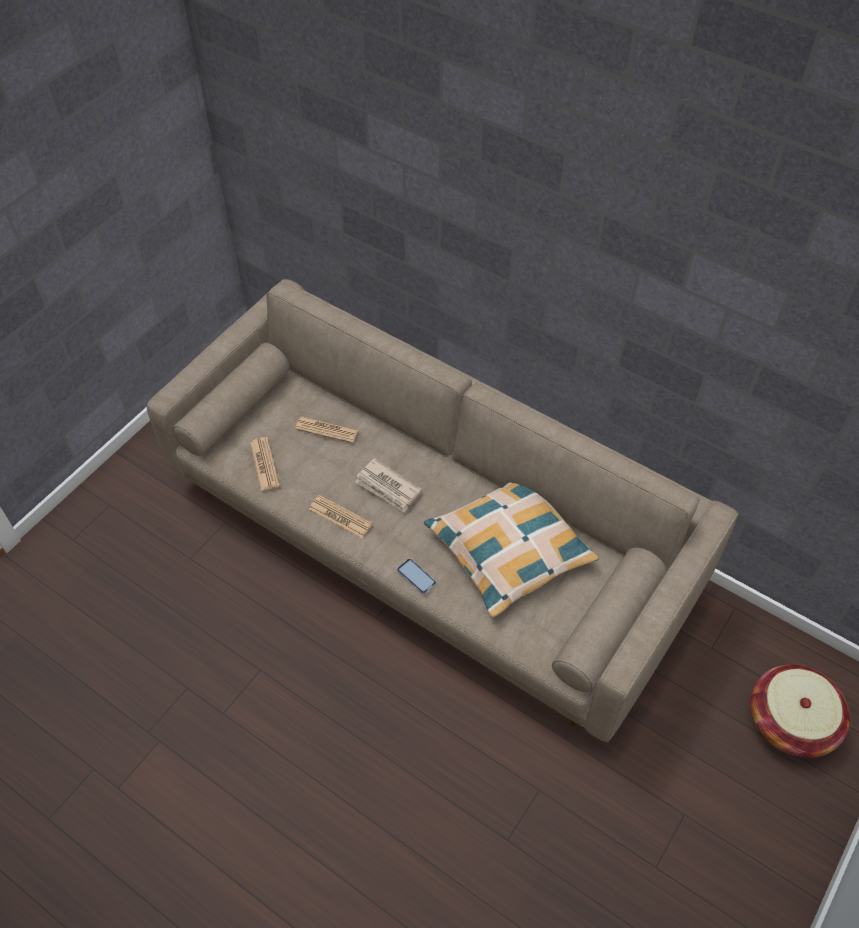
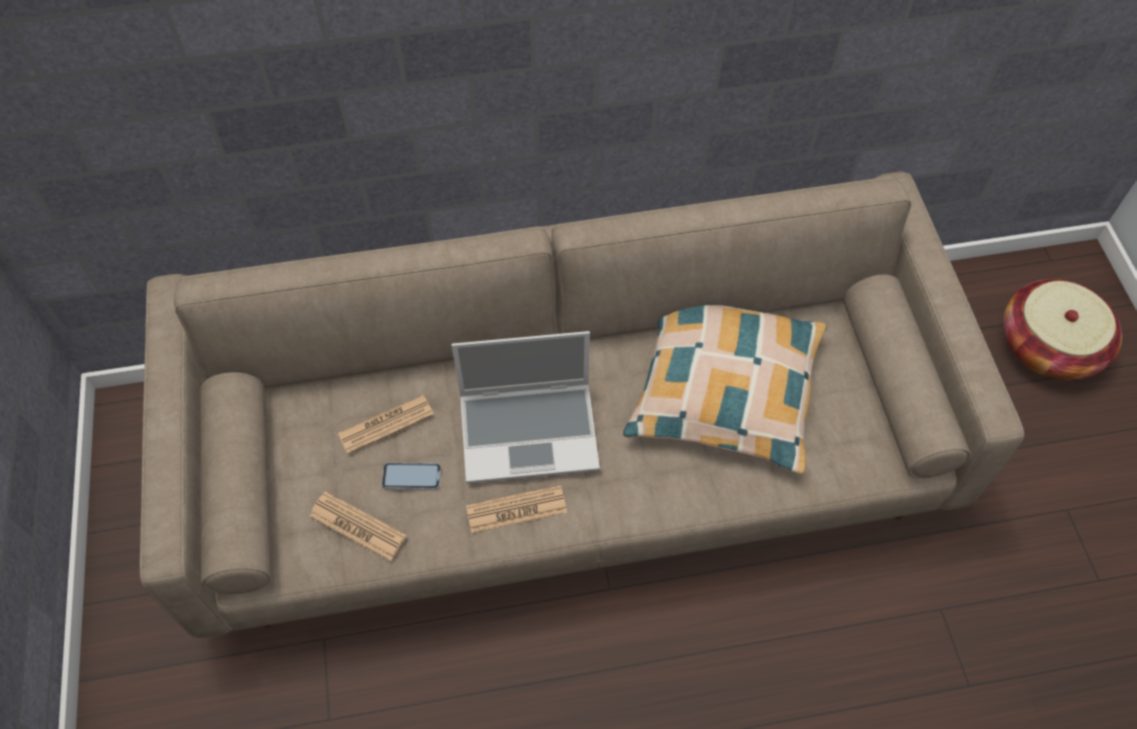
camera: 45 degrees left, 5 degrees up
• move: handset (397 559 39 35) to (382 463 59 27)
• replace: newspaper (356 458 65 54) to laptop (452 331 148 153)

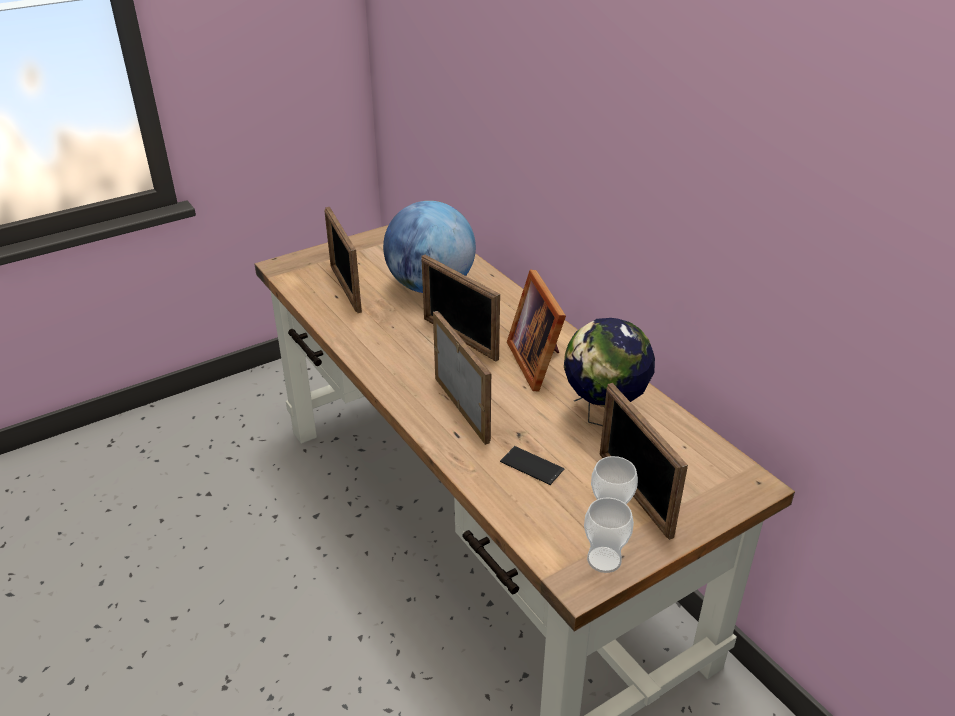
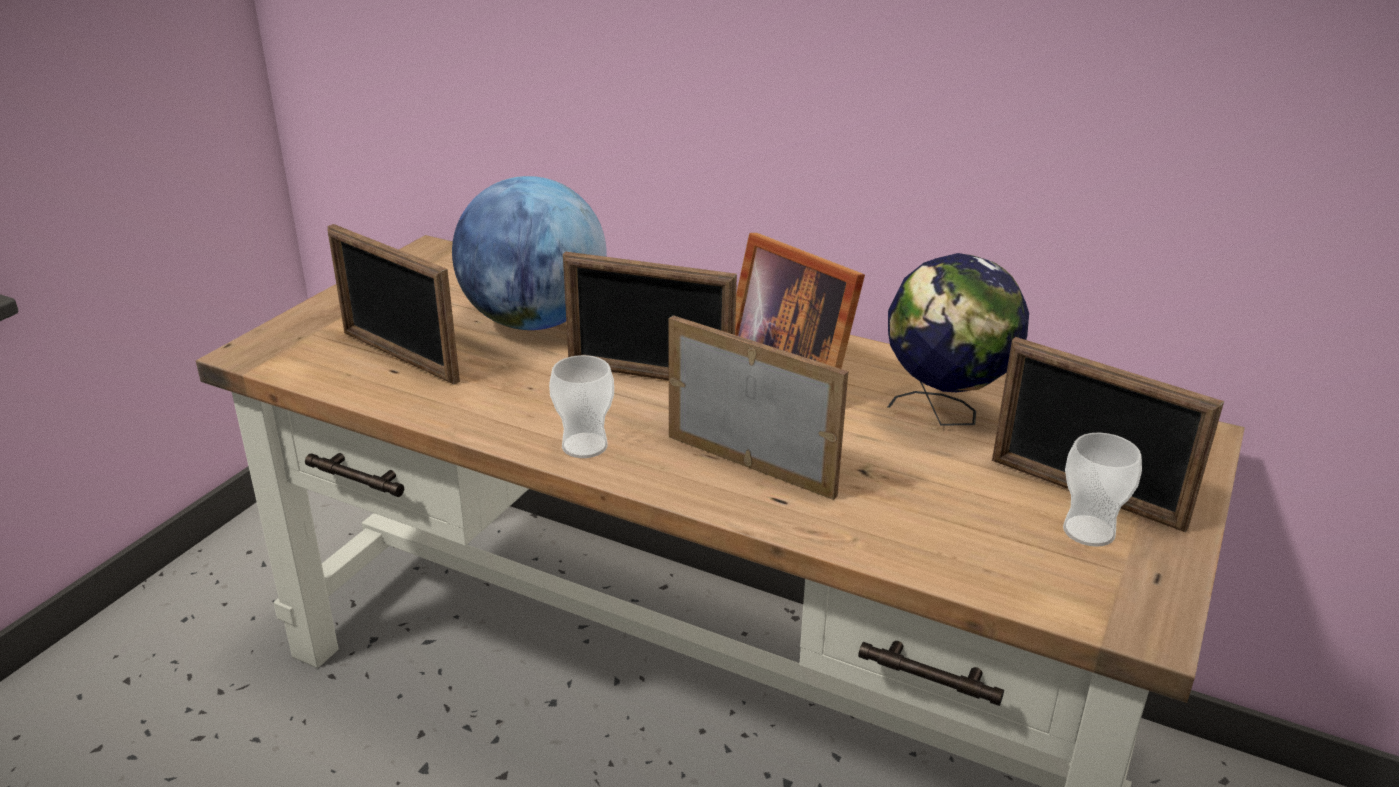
camera: 30 degrees left, 5 degrees down
• move: drinking cup (584 498 50 75) to (549 355 65 103)
• delete: handset (500 446 65 39)

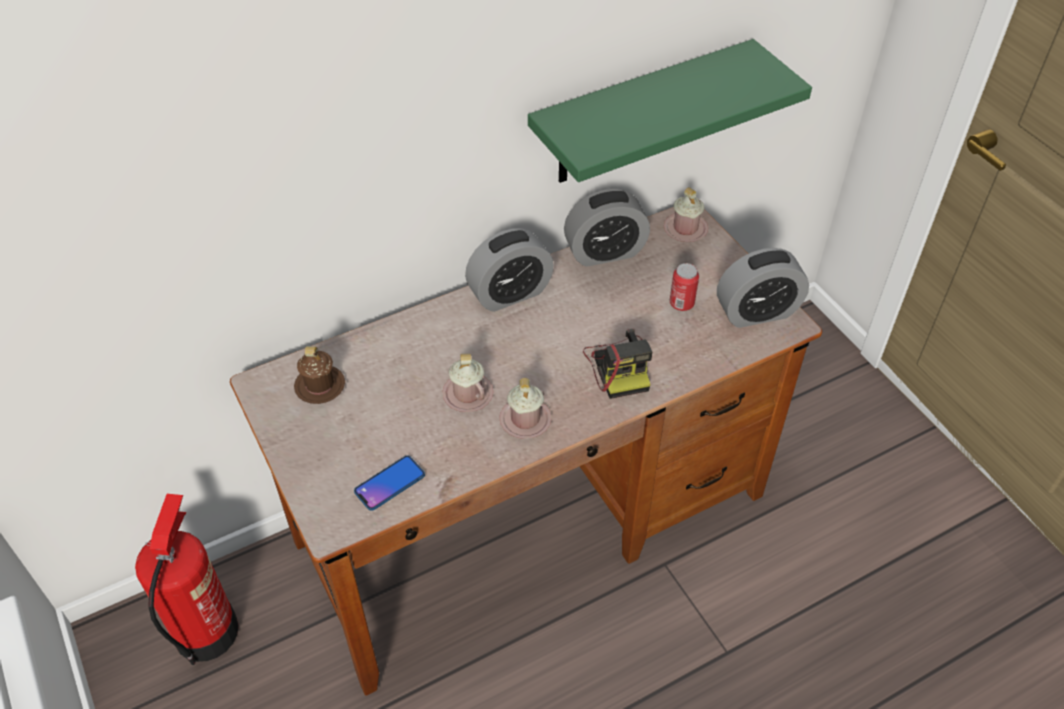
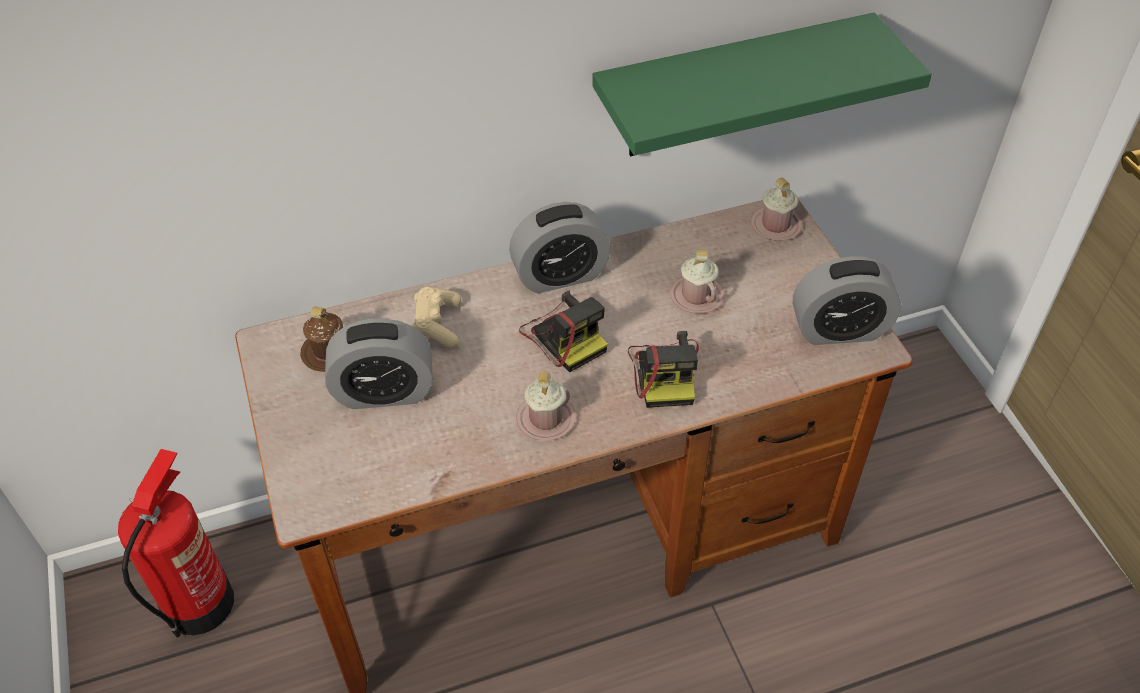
camera: 10 degrees right, 0 degrees up
• move: alarm clock (564 189 86 78) to (325 318 108 91)
• insert: game controller in beige-coloured (412 287 50 63)
• insert: still camera (519 291 89 81)
• move: coffee mug in pinkish (442 354 51 58) to (670 249 54 64)
• delete: handset (354 456 71 55)
• delete: can (670 263 29 48)

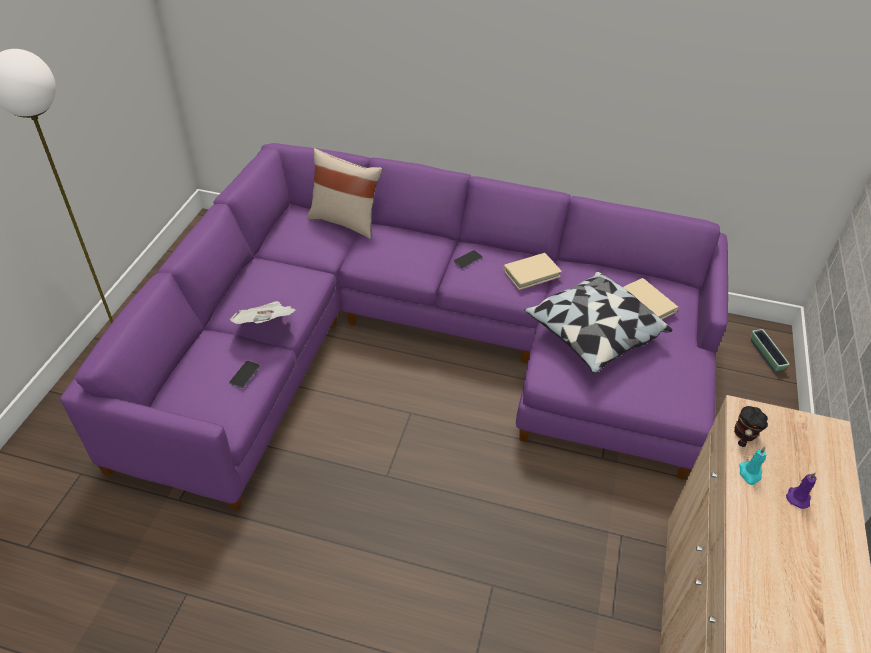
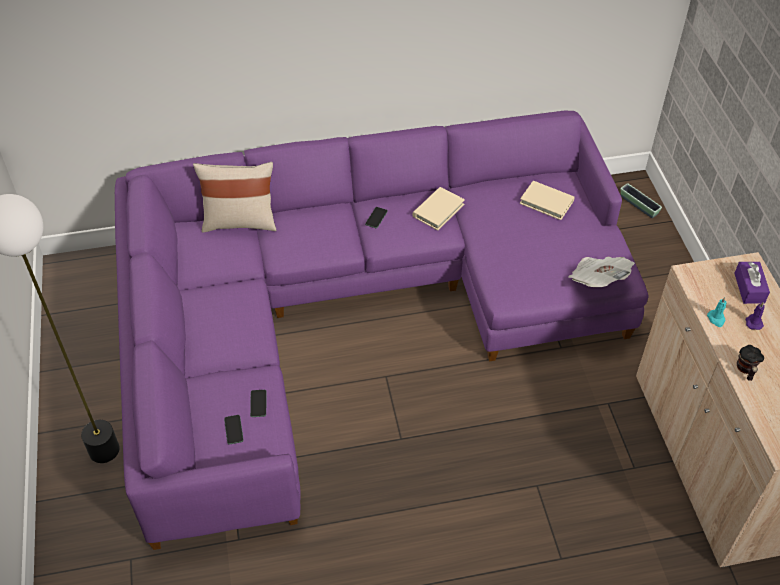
camera: 25 degrees left, 5 degrees up
• insert: handset (224 415 20 30)
• move: newspaper (230 301 66 23) to (568 256 67 31)
• insert: box of tissues in purple-coloured (734 262 36 42)
• move: coffee mug (734 406 34 41) to (737 345 27 36)
• delete: throw pillow (524 272 148 102)

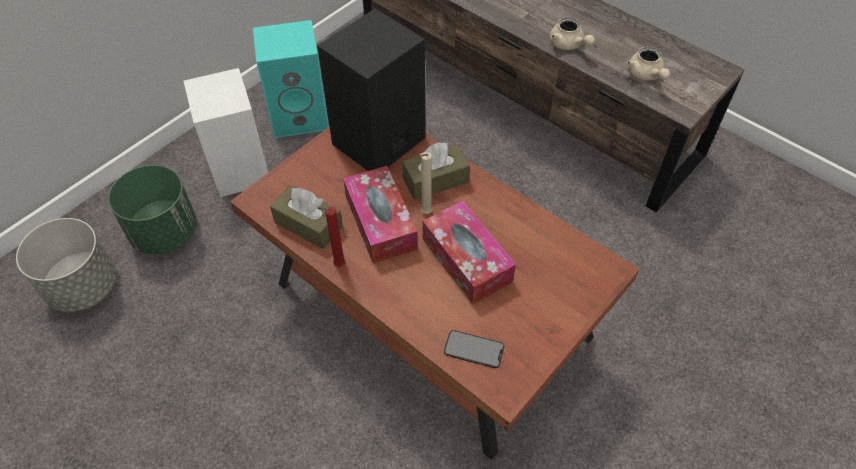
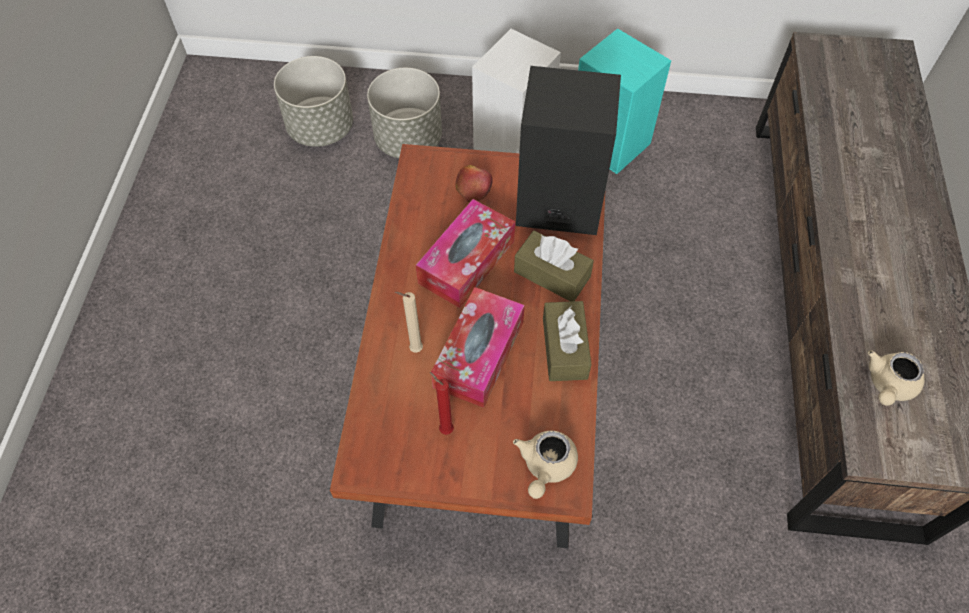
camera: 55 degrees right, 5 degrees up
• recolor: planter in green-coloured (108 165 89 89) to planter in greyish (367 68 75 90)
• move: candle in beige-coloured (421 152 11 62) to (395 292 28 61)
• move: candle in reddish (318 207 28 60) to (430 372 24 63)
• insert: whole apple (455 165 38 38)
• move: tea pot in beige-coloured (549 17 46 33) to (513 430 65 69)
• move: box of tissues in brownish (270 185 73 64) to (543 301 49 80)
• delete: handset (444 330 60 38)

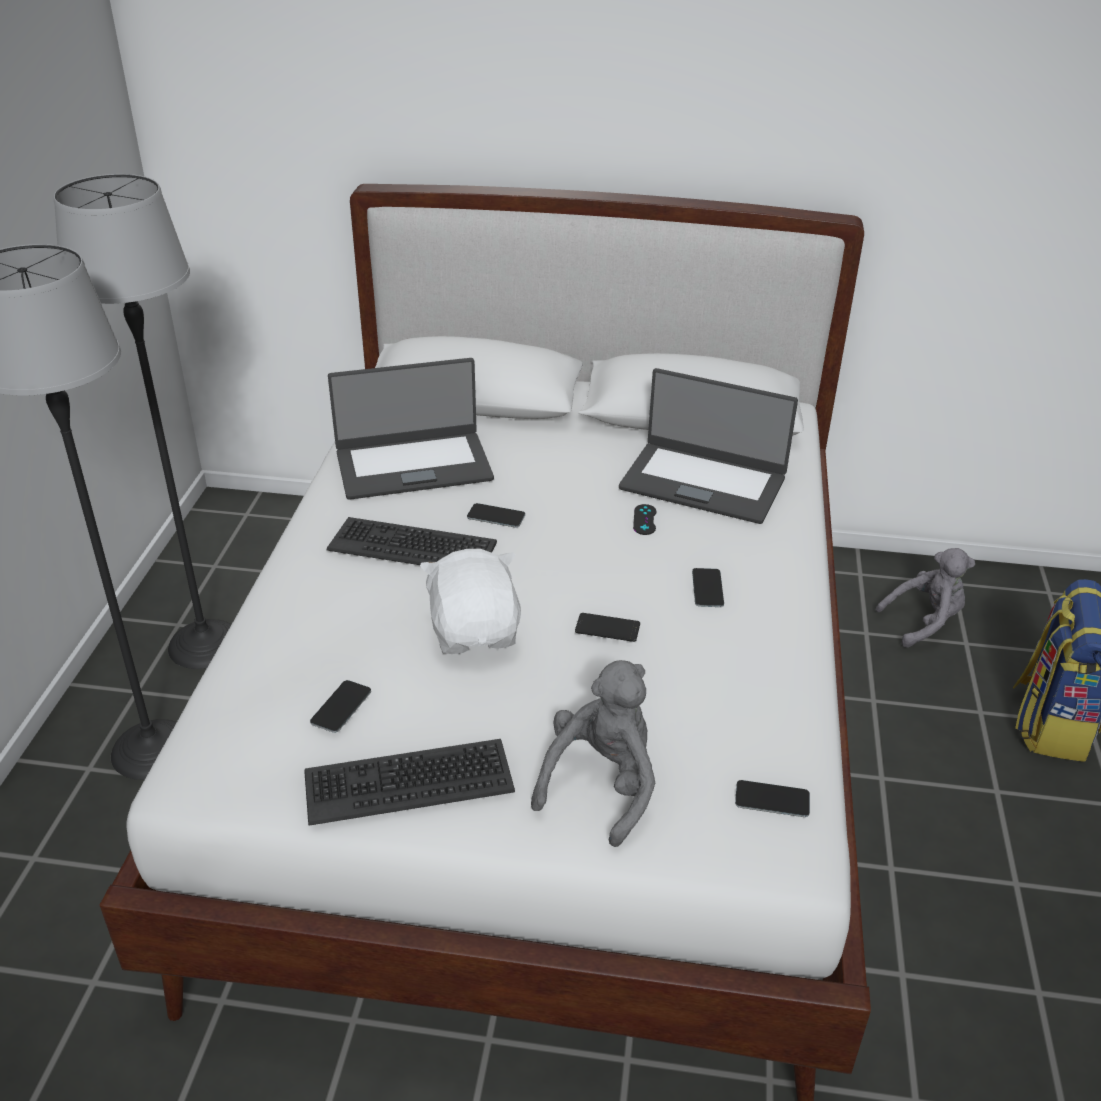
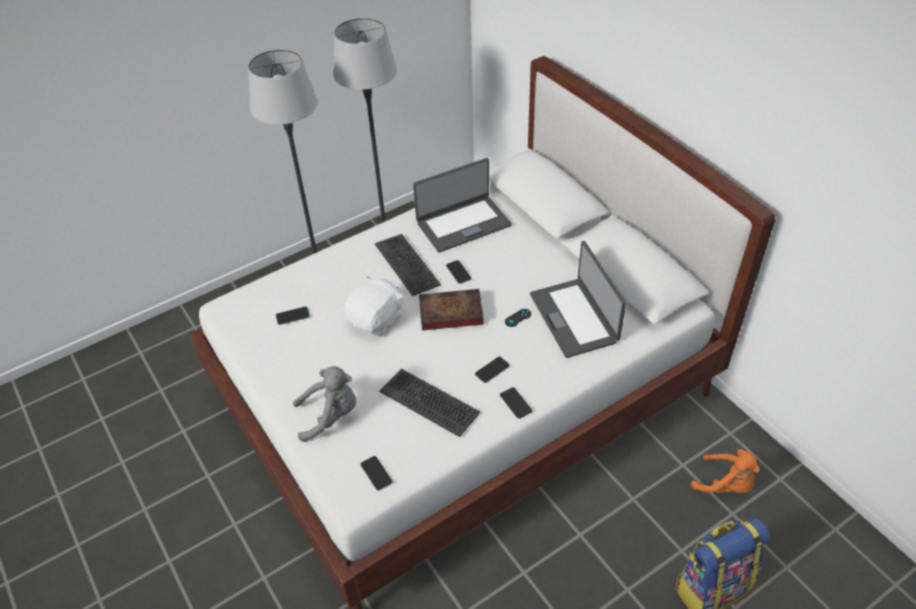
camera: 50 degrees right, 10 degrees up
• move: keyboard (304 739 211 87) to (379 369 101 68)
• rotate: laptop (328 358 166 142) = (413 158 99 94) 60 degrees counterclockwise
• insert: volume (419 289 65 41)
• move: handset (575 613 65 29) to (500 387 32 32)
• recolor: cuddly toy in greyish (876 548 99 100) to cuddly toy in orange-coloured (691 449 69 44)

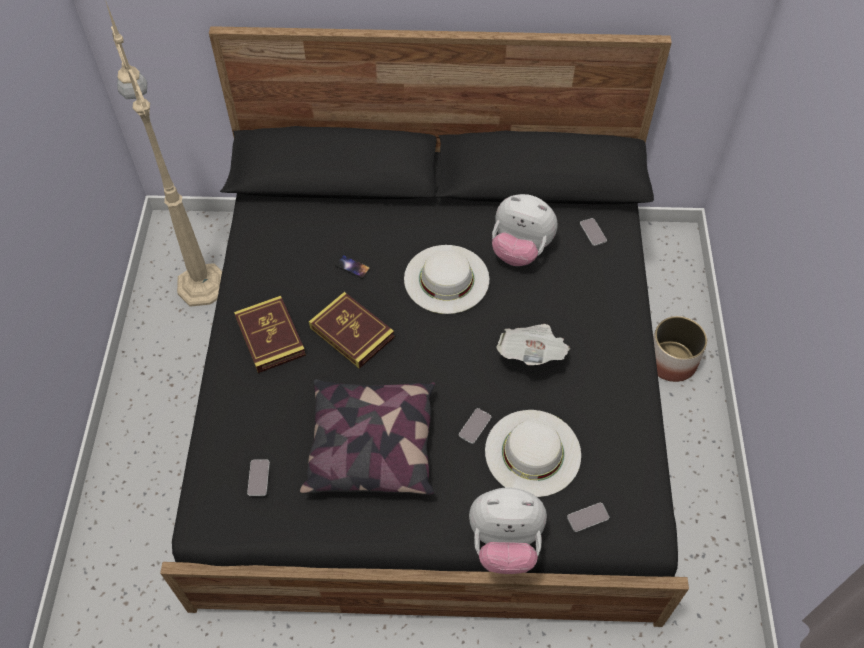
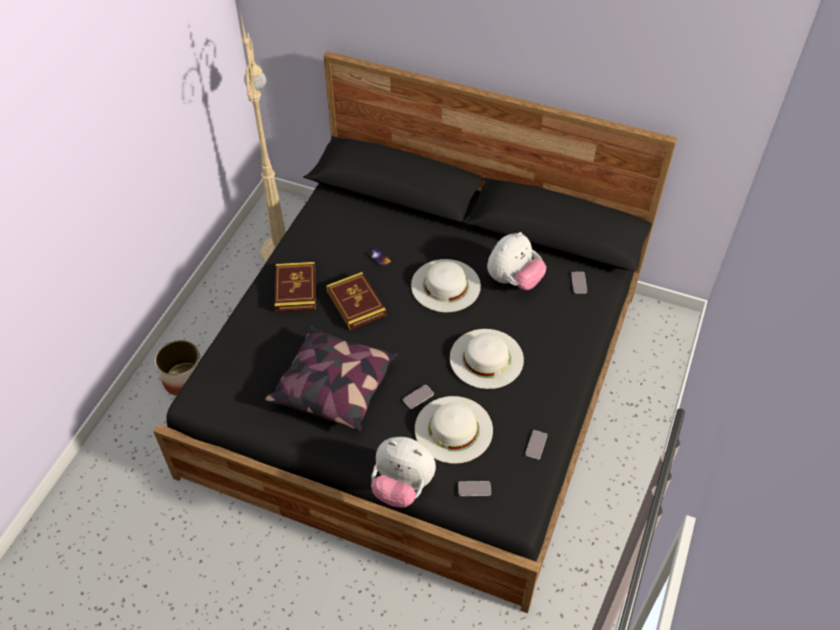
camera: 20 degrees right, 5 degrees down
• move: planter (653 316 54 66) to (155 340 46 56)
• replace: newspaper (496 324 74 41) to clothing hat in whitish (450 329 74 60)
• rotate: cuddly toy (492 194 65 72) = (487 232 59 58) 90 degrees counterclockwise
• move: handset (247 460 23 36) to (525 430 22 30)

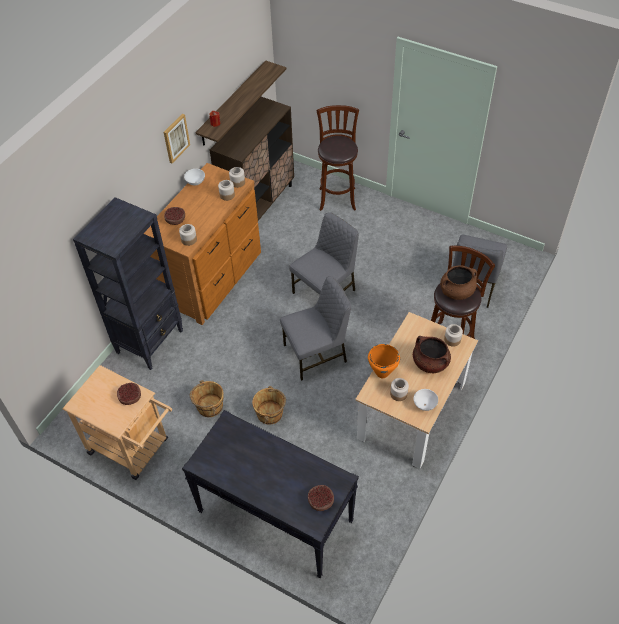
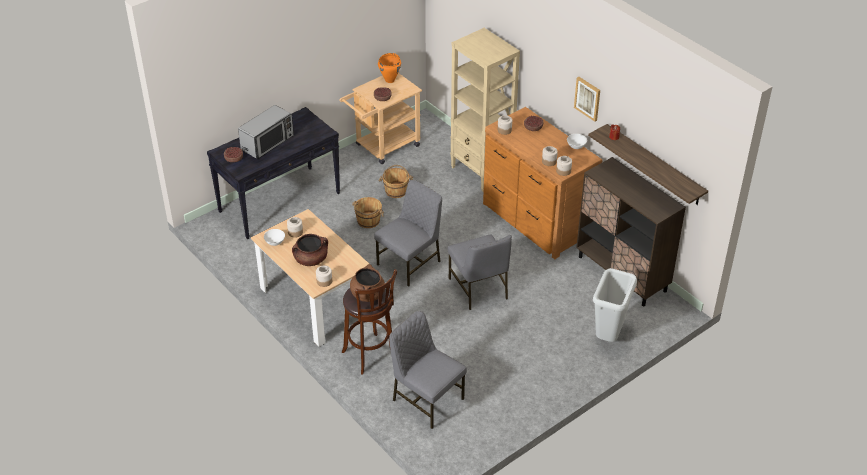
camera: 110 degrees right, 10 degrees down
• insert: kitchen microwave (238 105 56 54)
• rotate: plain chair in greyish (280 276 71 105) = (374 180 68 107) 135 degrees counterclockwise
• move: stockpot in orange-coloured (368 344 32 34) to (378 53 23 30)
• recolor: bookcase in blackish (73 197 110 173) to bookcase in beige-coloured (450 28 70 163)
• replace: sitting stool in brownish (317 105 42 106) to trash can in greyish (593 268 44 74)

